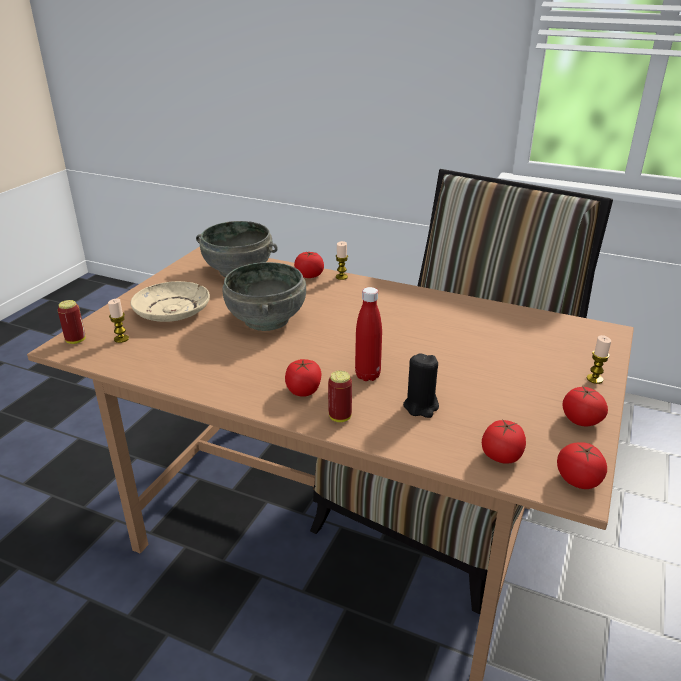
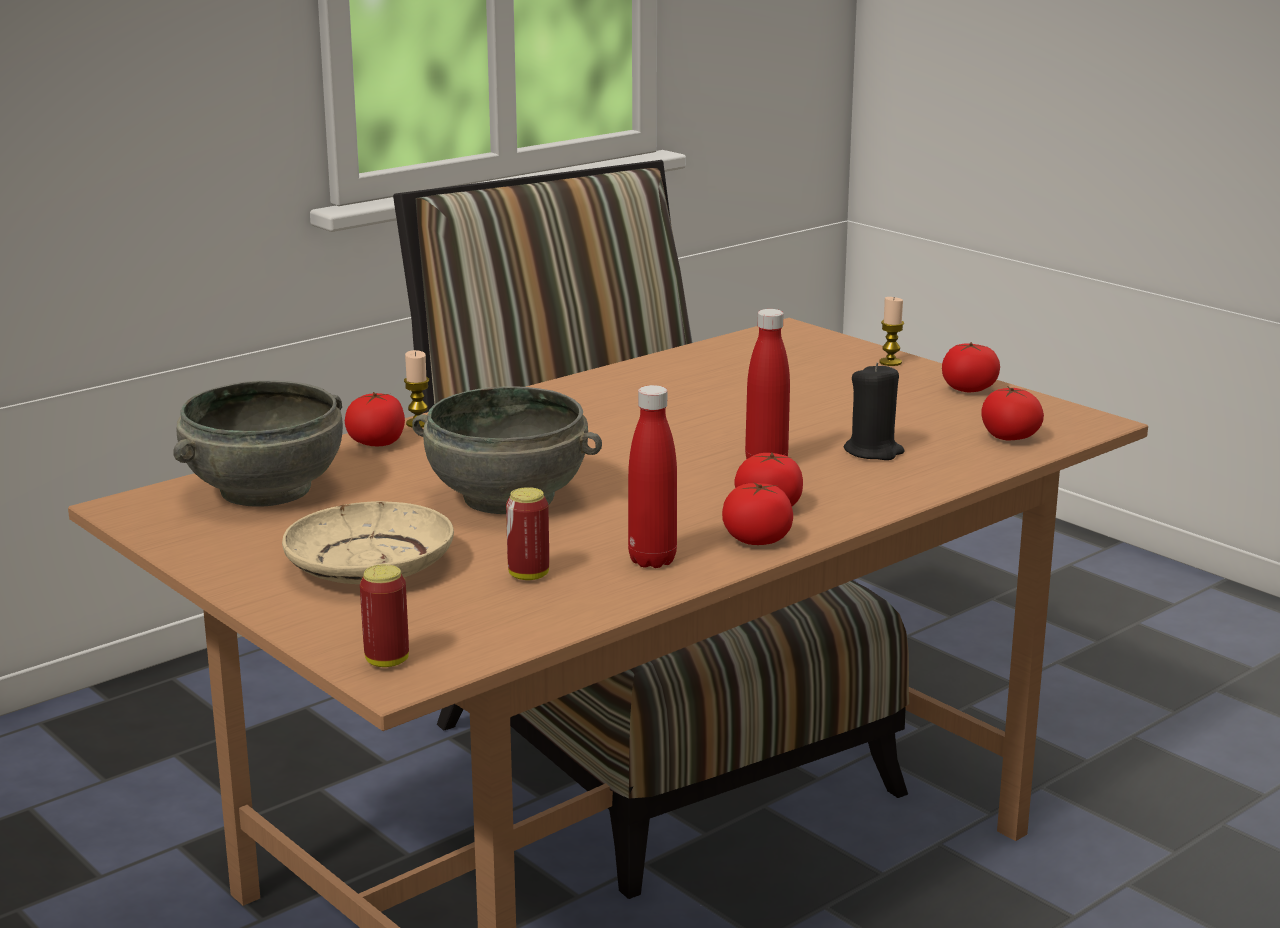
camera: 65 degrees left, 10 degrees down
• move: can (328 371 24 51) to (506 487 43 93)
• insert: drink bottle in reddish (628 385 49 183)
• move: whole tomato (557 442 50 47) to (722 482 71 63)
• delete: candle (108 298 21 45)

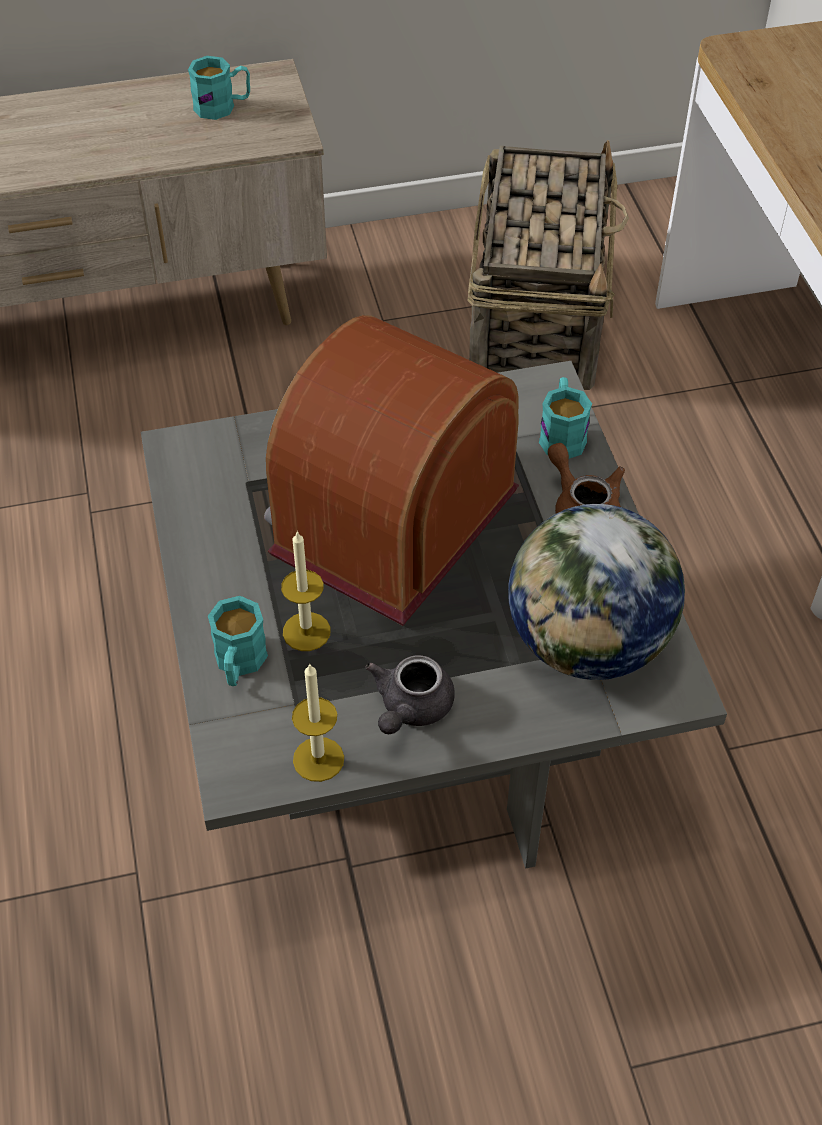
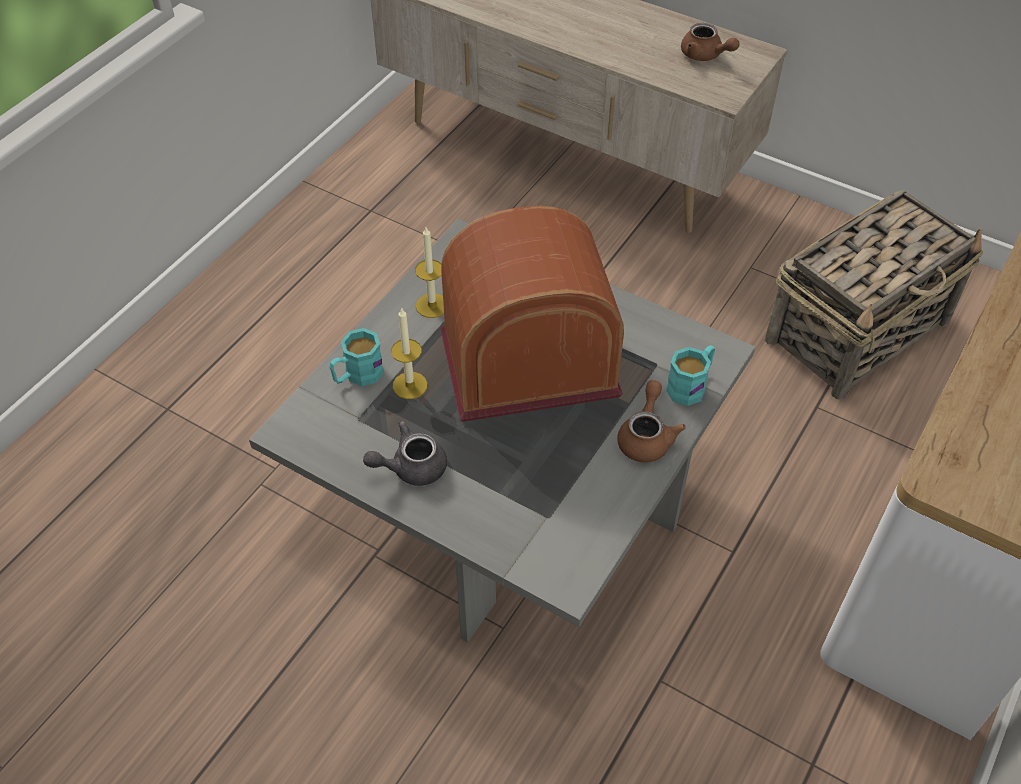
camera: 45 degrees right, 0 degrees up
• move: candle (292 663 52 119) to (415 227 29 91)
• replace: coffee mug in turquoise-coloured (188 56 62 64) to tea pot in brownish (681 23 59 38)
• delete: desk globe (508 504 177 176)

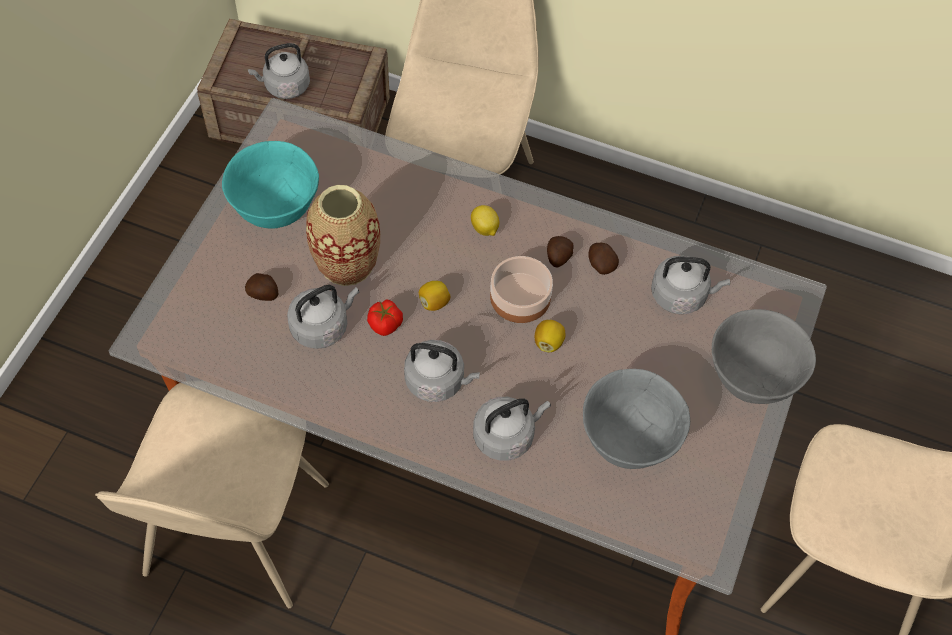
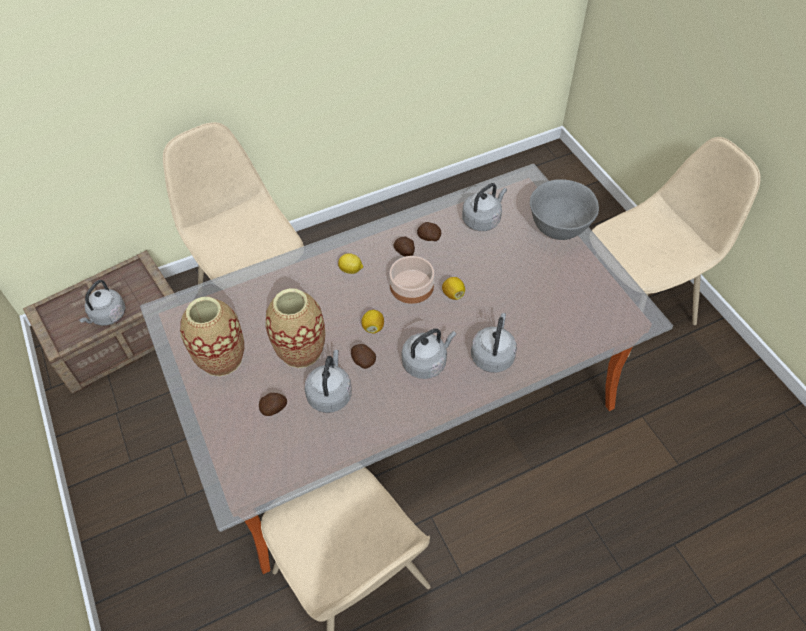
camera: 45 degrees left, 5 degrees down
• replace: deep dish in turquoise-coloured (222 141 97 88) to decorative vase (180 297 64 80)
• replace: whole tomato (367 299 36 37) to whole potato (351 344 25 25)
• delete: deep dish in greyish (583 369 107 100)

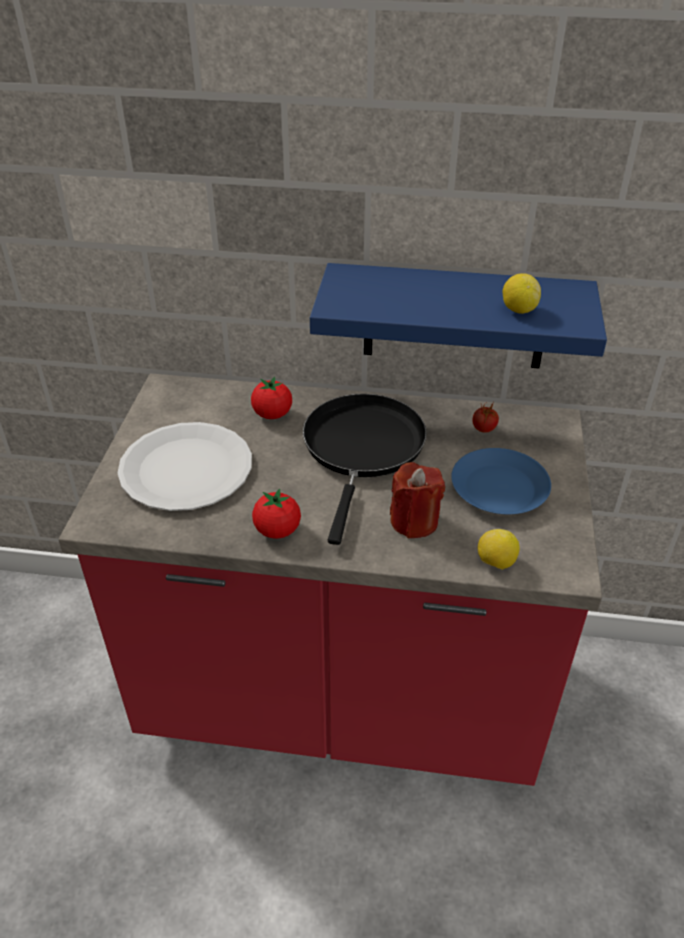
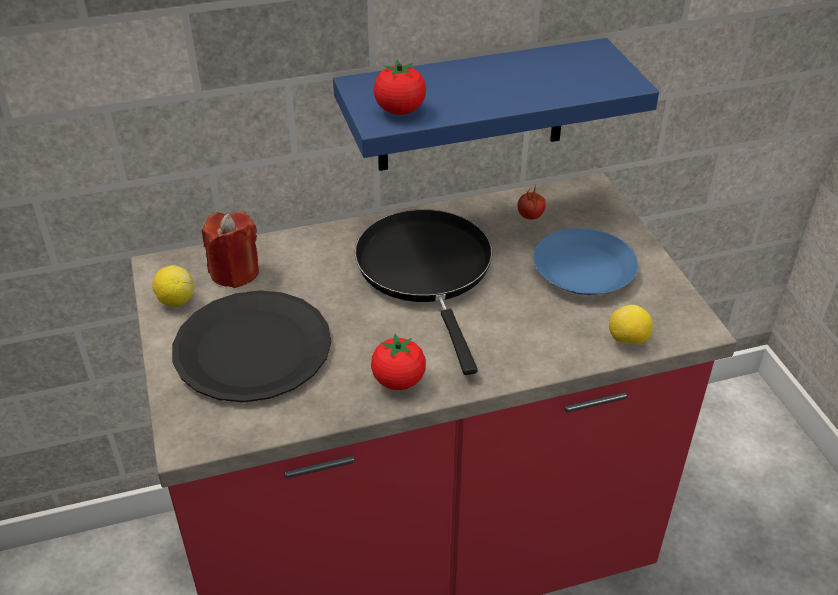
camera: 25 degrees left, 0 degrees up
• move: whole lemon (502 274 39 40) to (152 265 42 41)
• recolor: plate in whitish (118 422 134 89) to plate in blackish (172 290 159 112)
• move: candle in reddish (390 462 55 76) to (202 212 57 76)
• move: whole tomato (251 377 41 42) to (374 60 52 55)

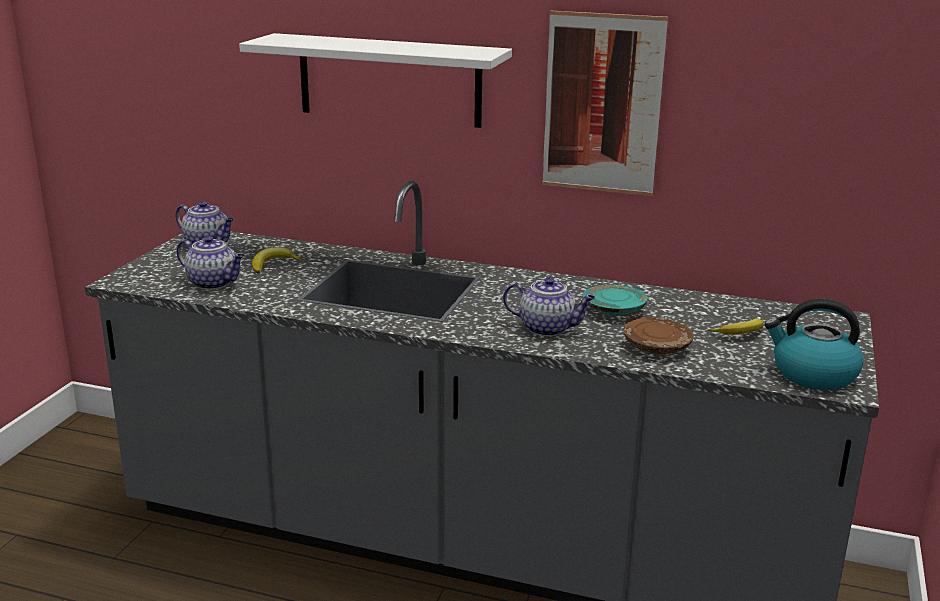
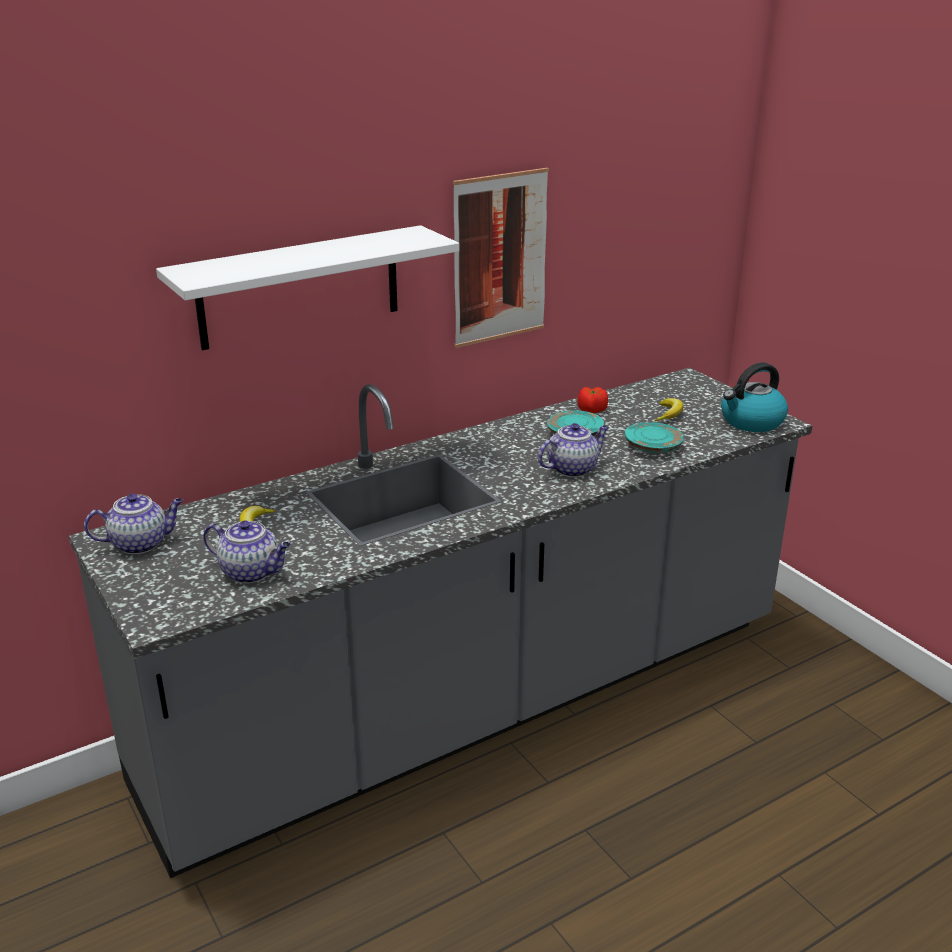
camera: 50 degrees left, 5 degrees up
• rotate: tea pot (177 236 67 54) = (203 520 88 64) 45 degrees clockwise
• insert: whole tomato (577 387 31 27)
• recolor: plate in brownish (624 317 70 37) to plate in turquoise-coloured (625 422 59 31)

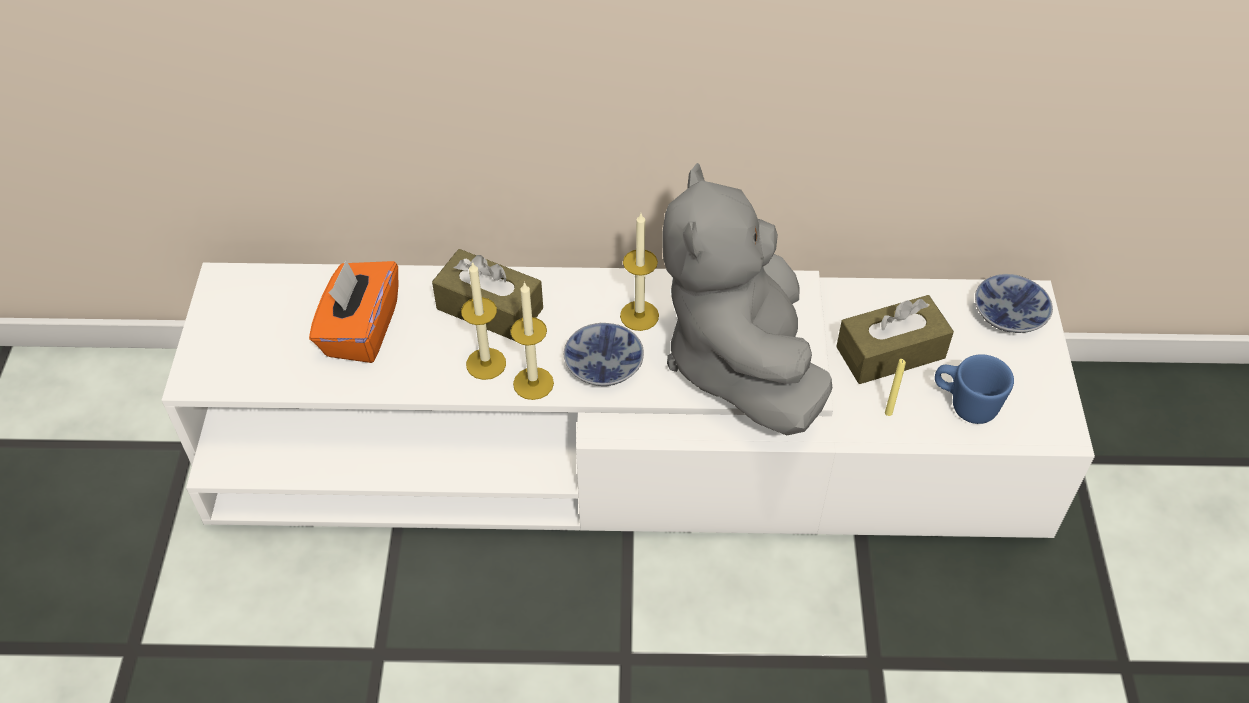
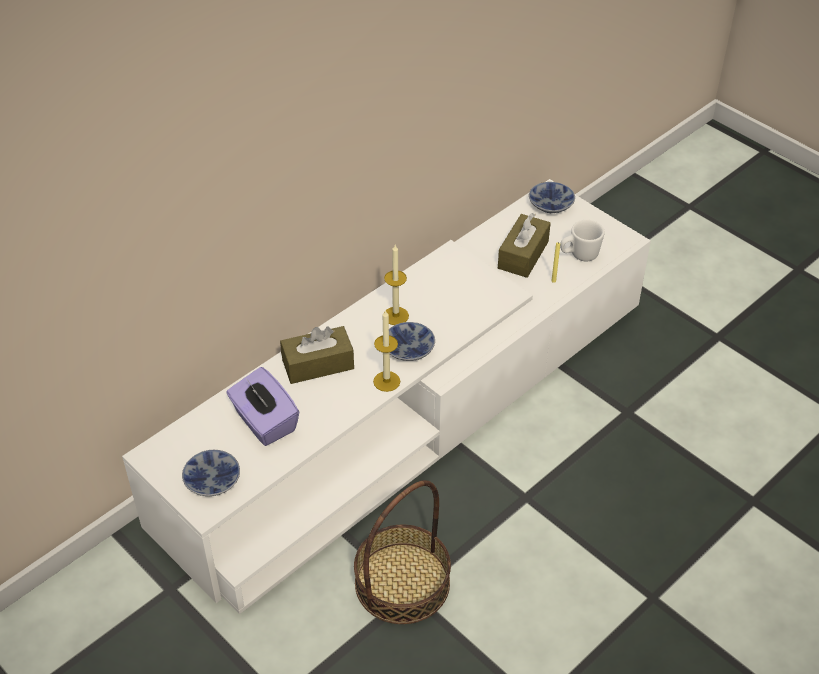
camera: 45 degrees left, 5 degrees down
• insert: deep dish (182 450 58 46)
• recolor: box of tissues in orange-coloured (309 260 89 103) to box of tissues in purple-coloured (226 367 73 79)
• insert: basket (354 480 97 144)
• recolor: coffee mug in blue-coloured (935 354 79 70) to coffee mug in whitish (560 220 45 41)
• delete: candle (461 261 45 119)
• delete: cuddly toy in greyish (662 163 170 272)

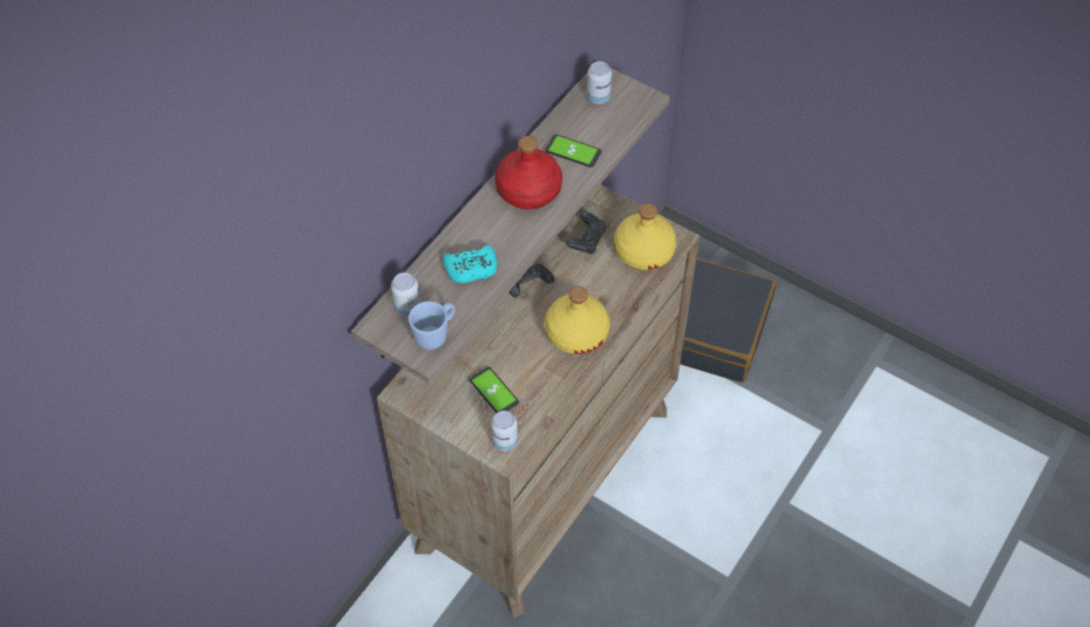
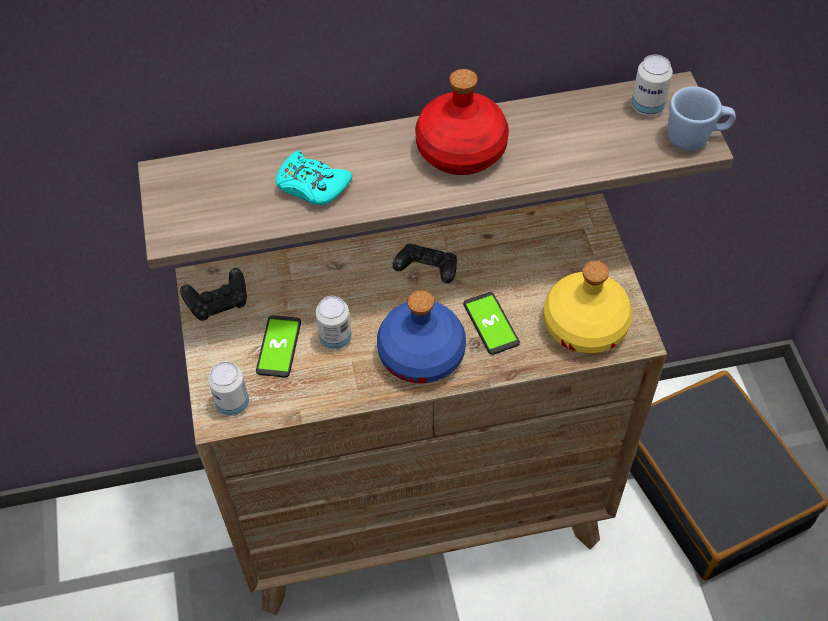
camera: 45 degrees right, 0 degrees up
• move: game controller in blackish (566 211 40 43) to (180 268 67 53)
• move: can (391 272 29 45) to (316 296 36 54)
• recolor: drink bottle in yellow (545 286 65 68) to drink bottle in blue-coloured (377 290 89 93)
• move: handset (545 134 57 33) to (463 292 57 63)
• move: coffee mug in blue-coloured (408 301 47 49) to (668 86 68 65)

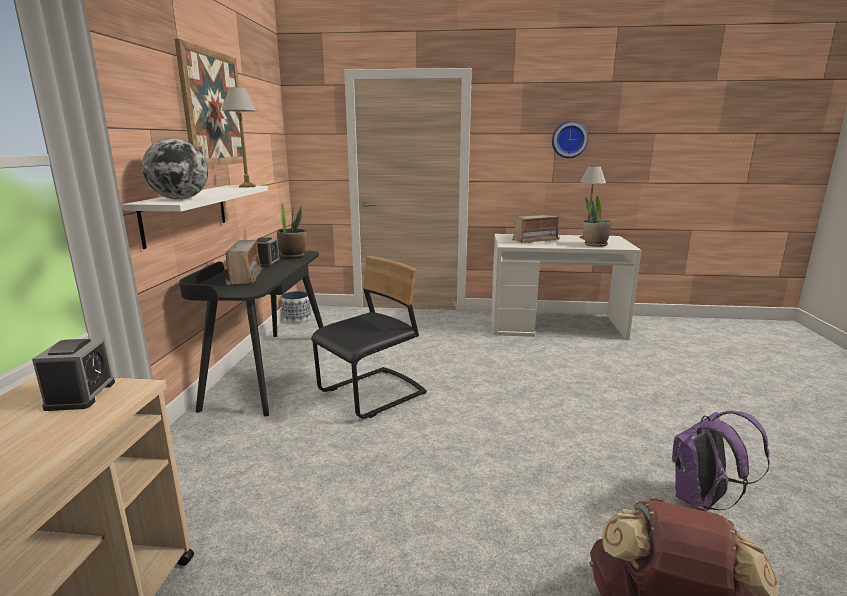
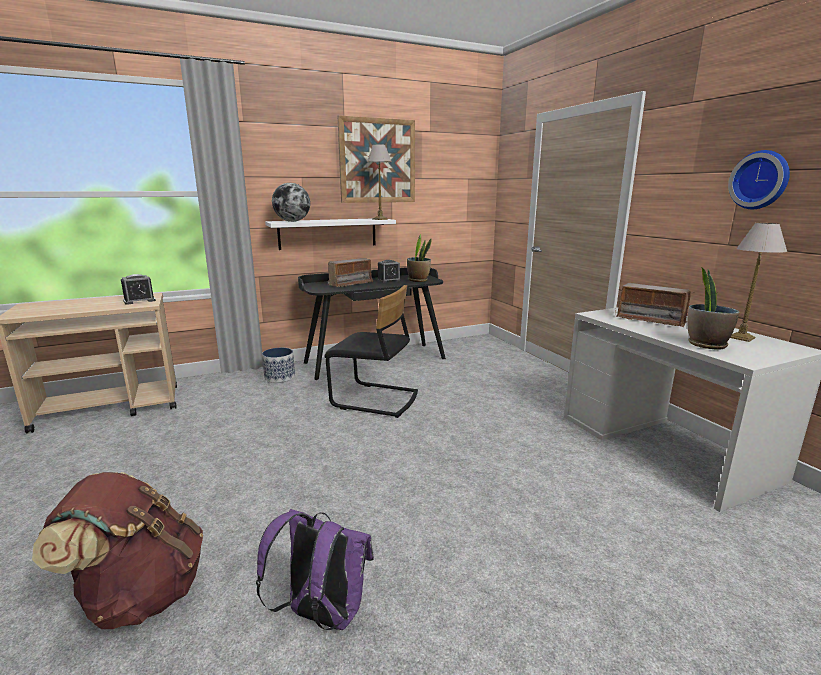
camera: 60 degrees right, 0 degrees up
• move: planter (281 291 30 32) to (262 348 33 35)

